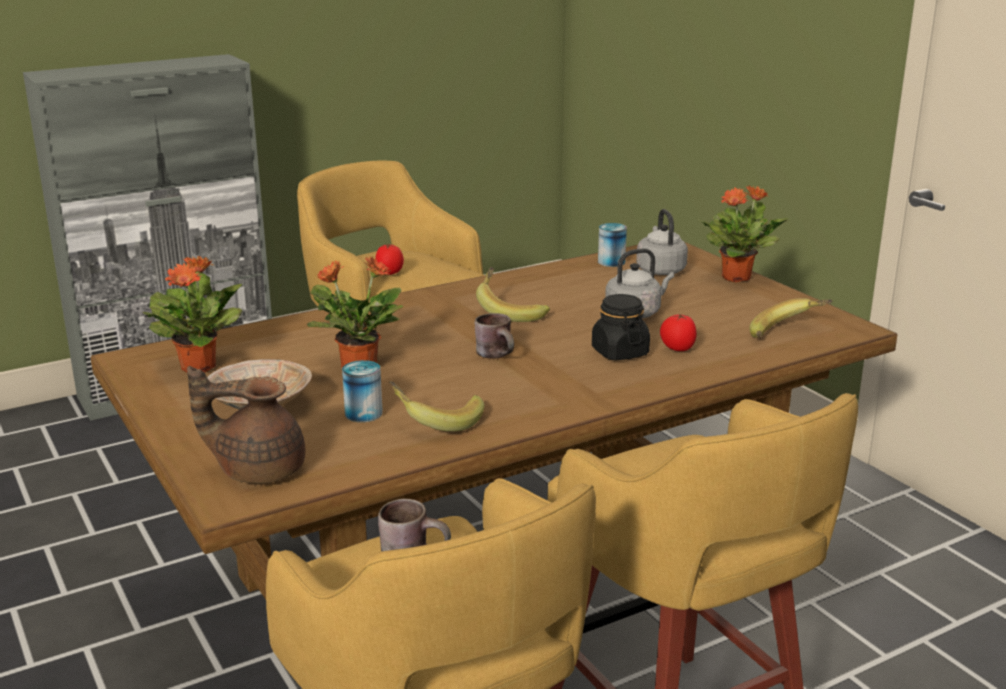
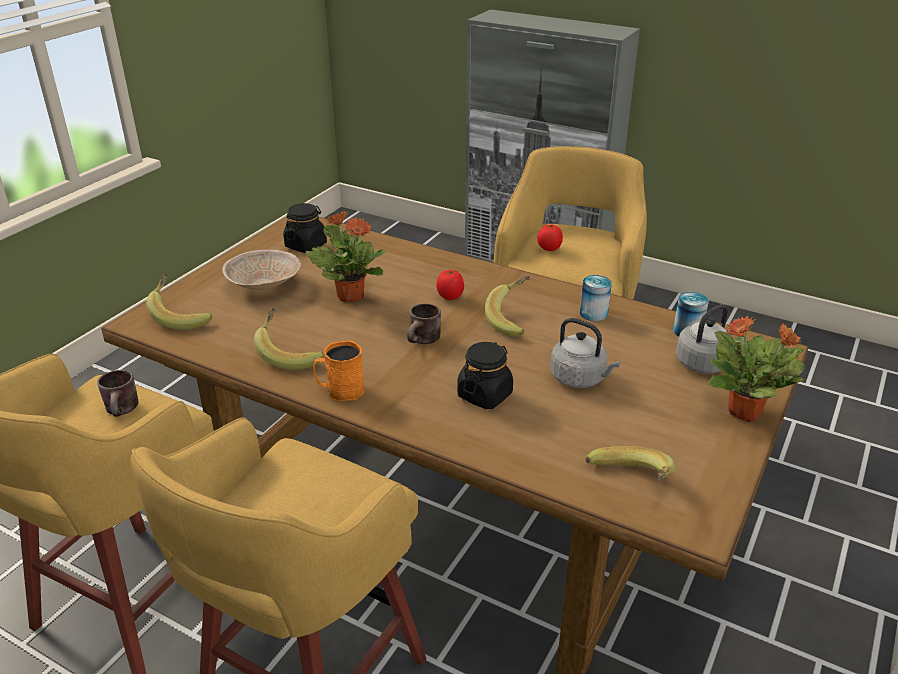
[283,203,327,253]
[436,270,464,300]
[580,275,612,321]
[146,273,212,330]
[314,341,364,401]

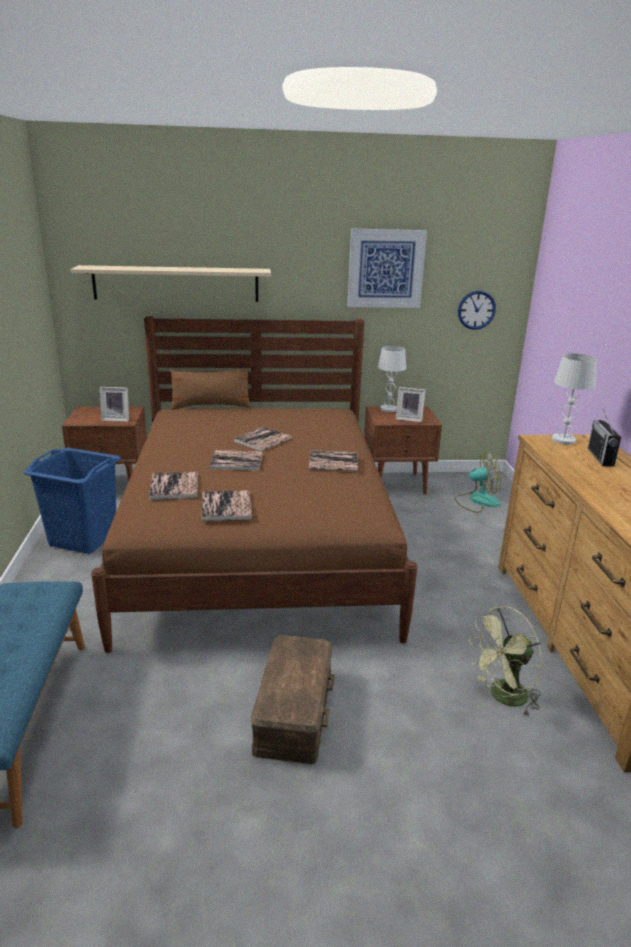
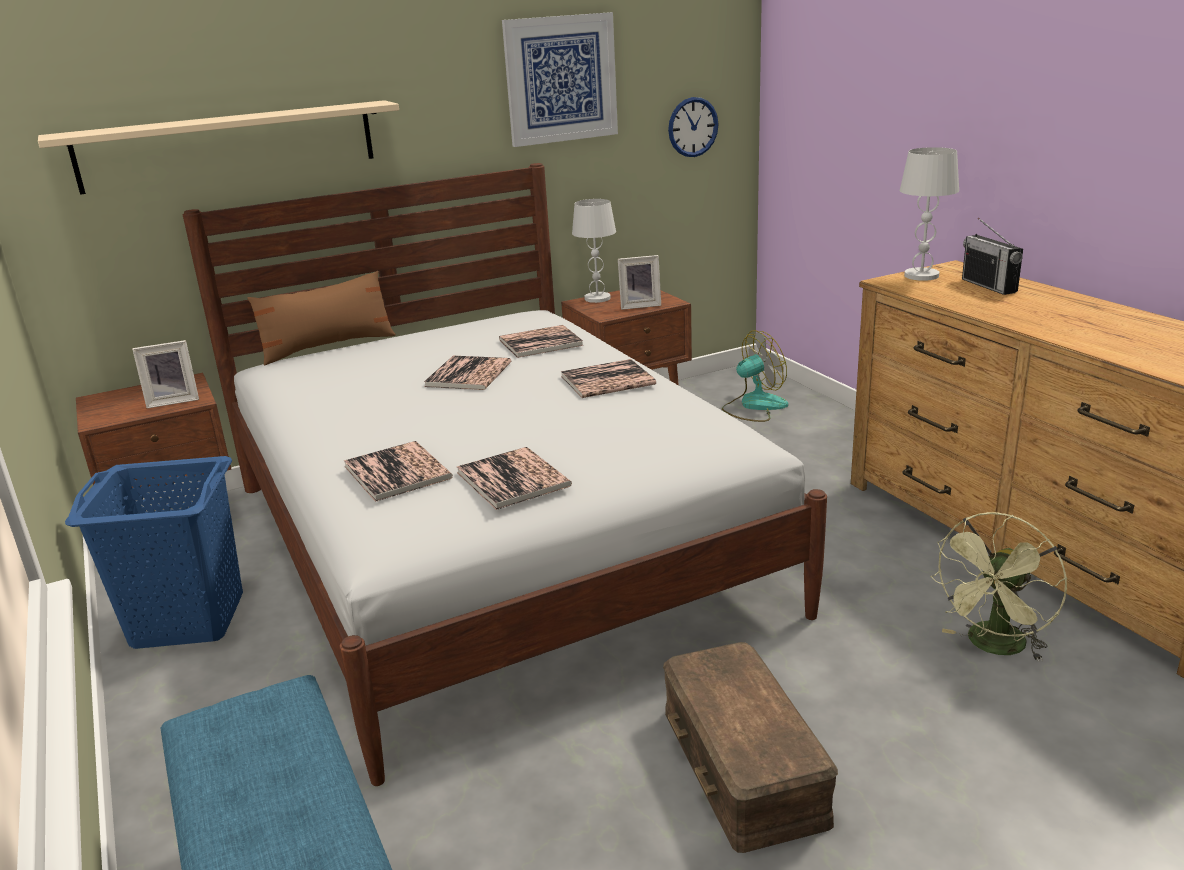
[183,163,827,786]
[499,325,584,358]

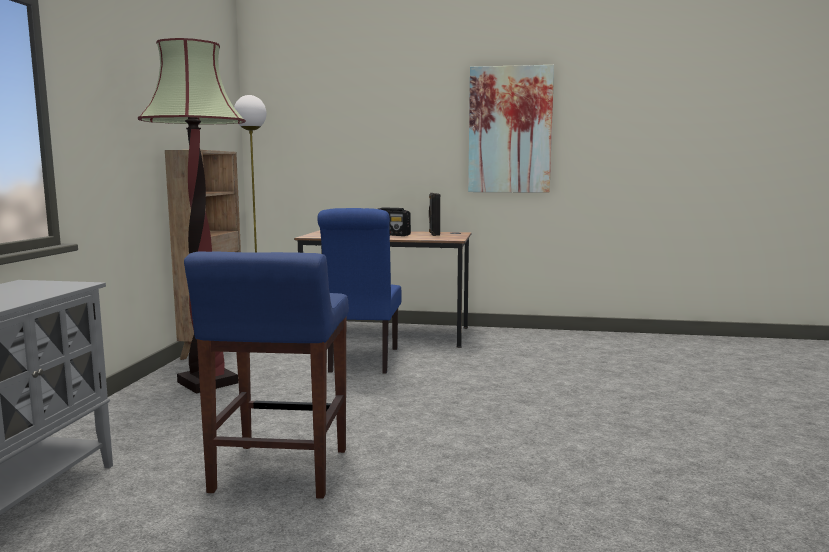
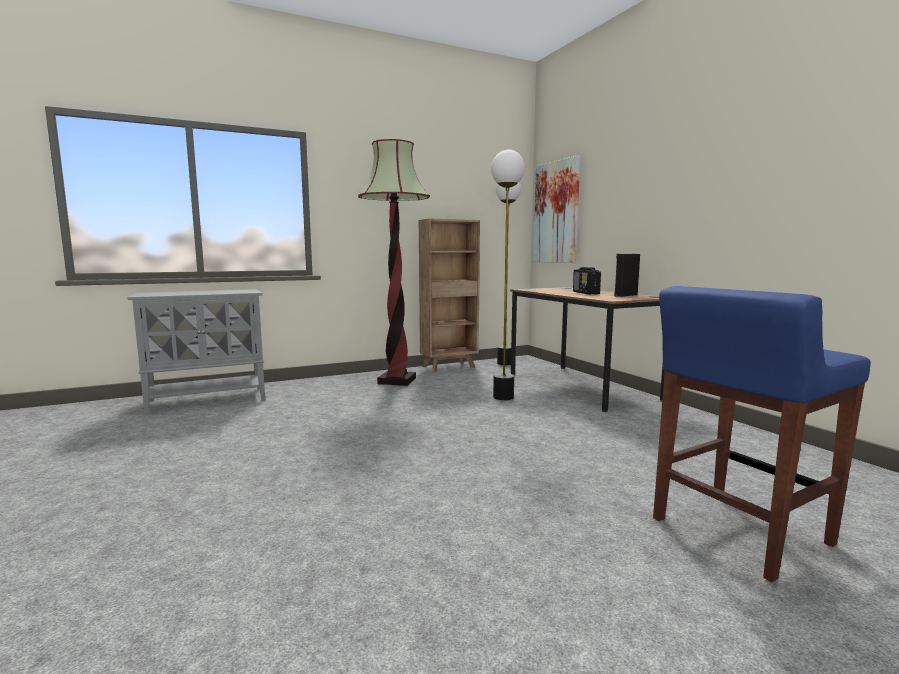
[533,155,580,263]
[491,150,525,400]
[653,286,871,582]

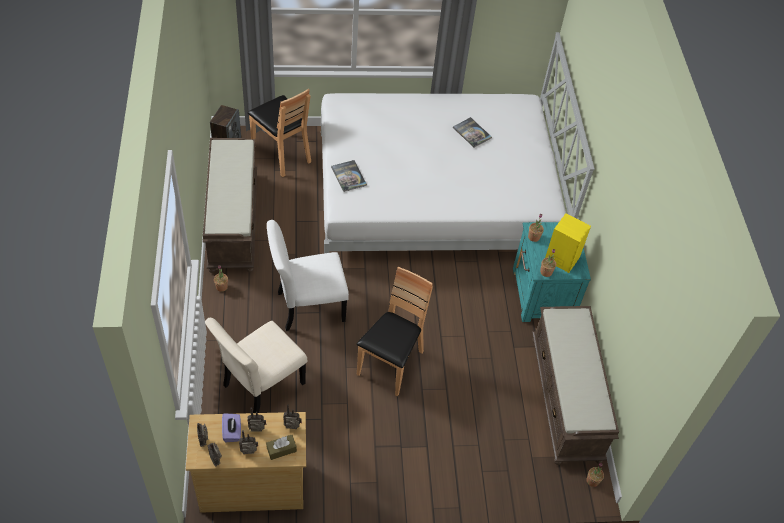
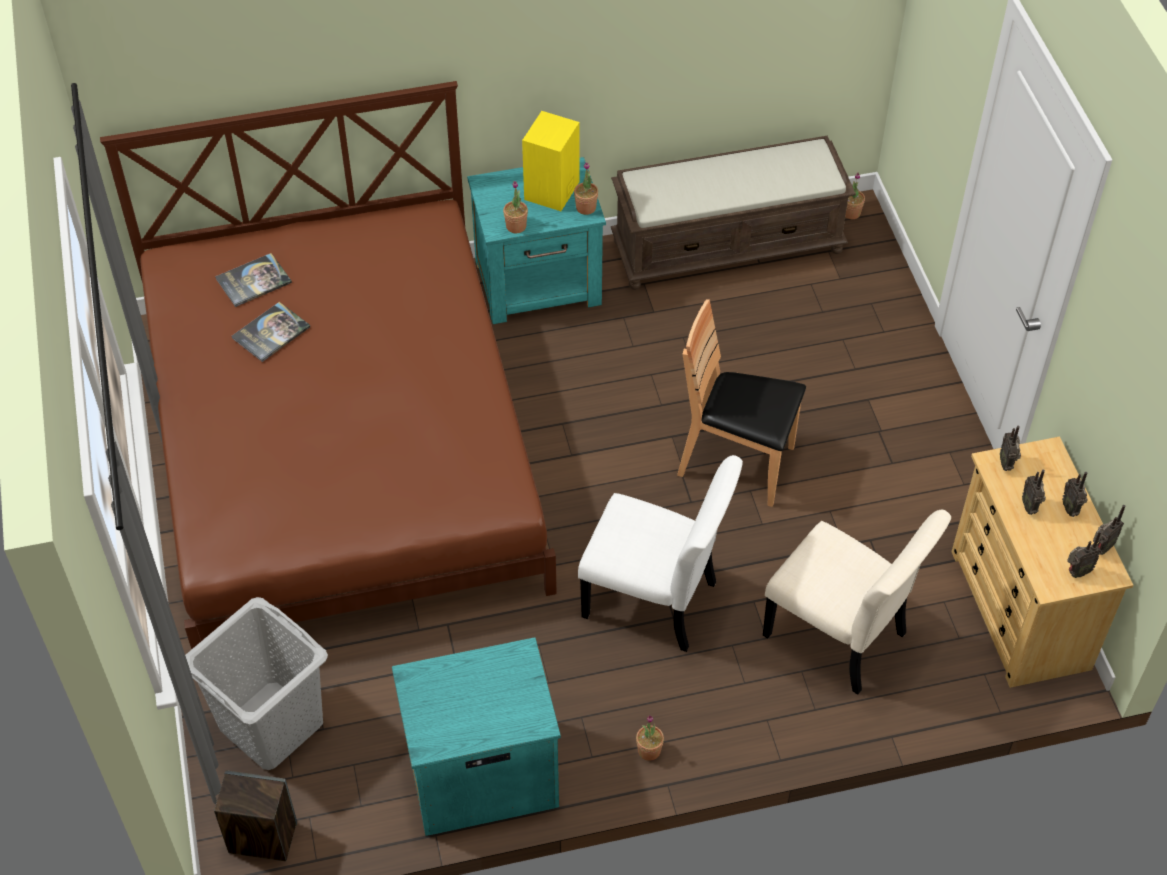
[100,81,557,649]
[185,597,328,770]
[392,637,561,836]
[215,253,292,307]
[578,455,743,652]
[222,413,241,442] (first image)
[266,435,297,460] (first image)

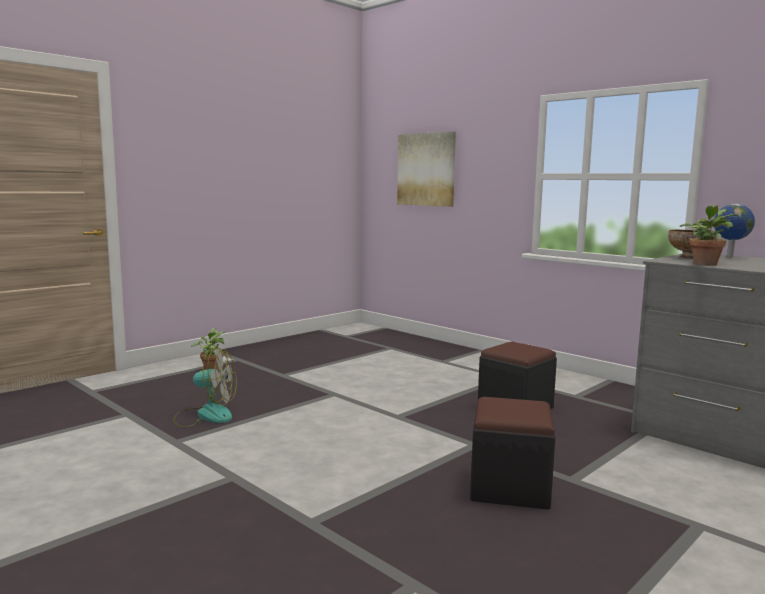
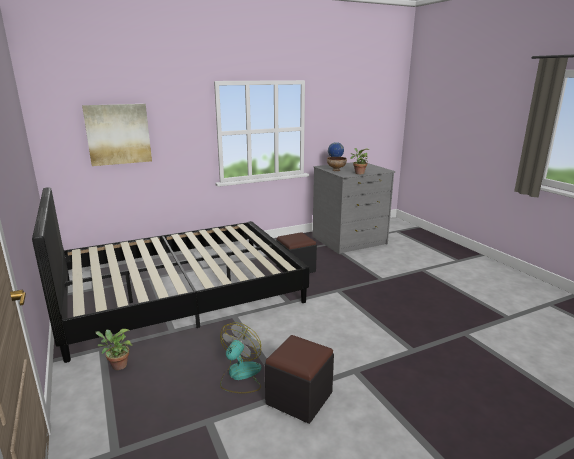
[265,335,334,424]
[32,187,309,363]

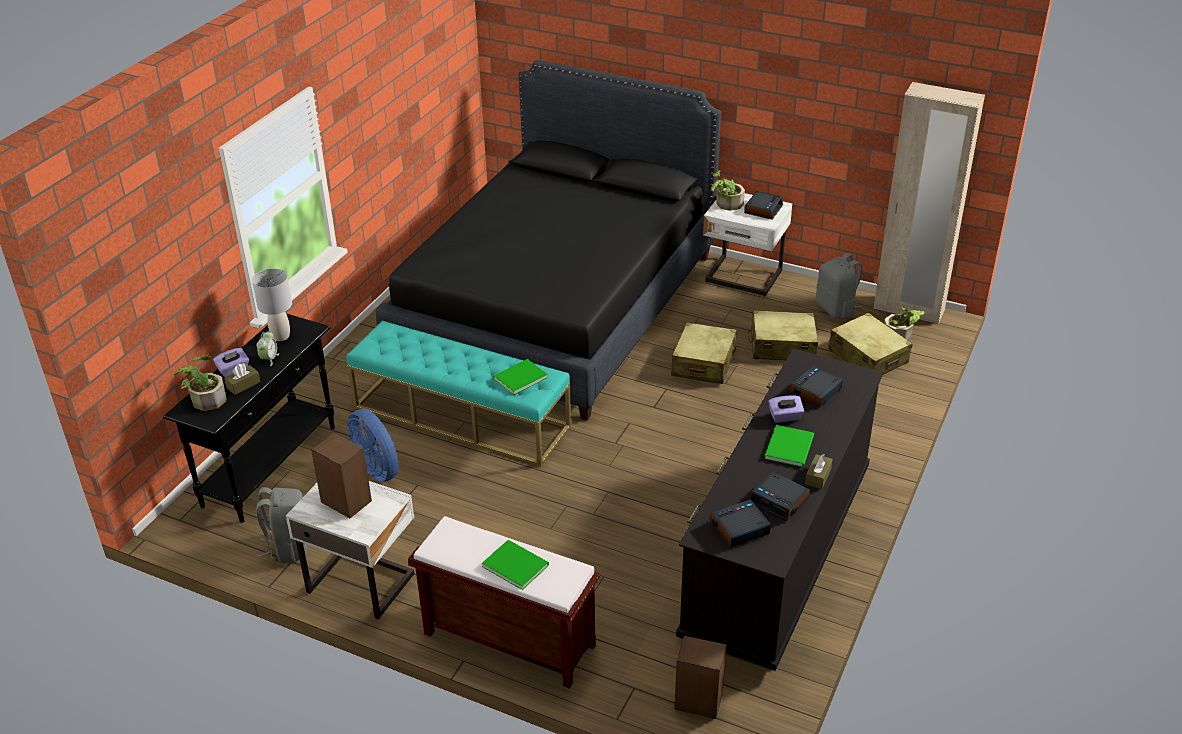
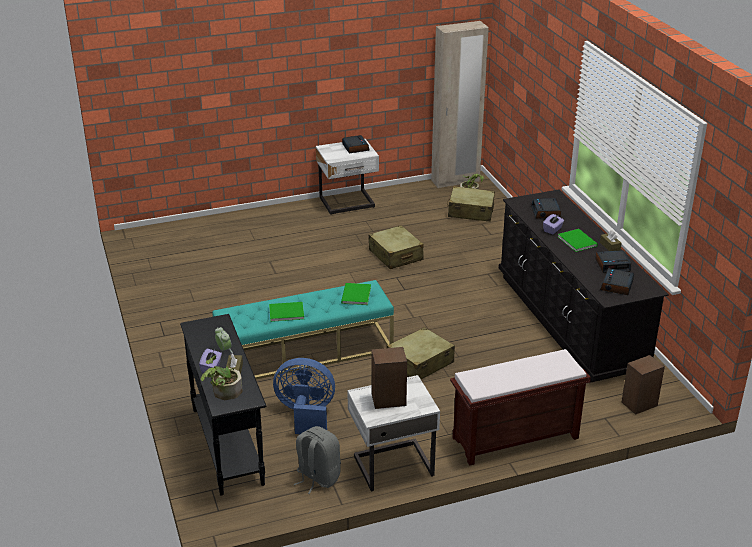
[376,60,721,421] (first image)
[711,170,745,211] (first image)
[816,253,862,319] (first image)
[252,268,292,341] (first image)
[386,327,455,379]
[269,302,304,322]

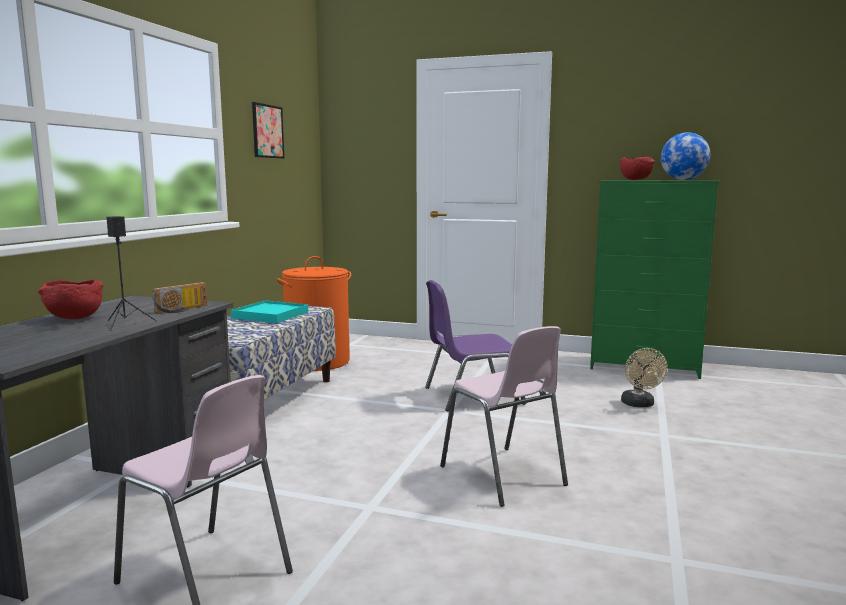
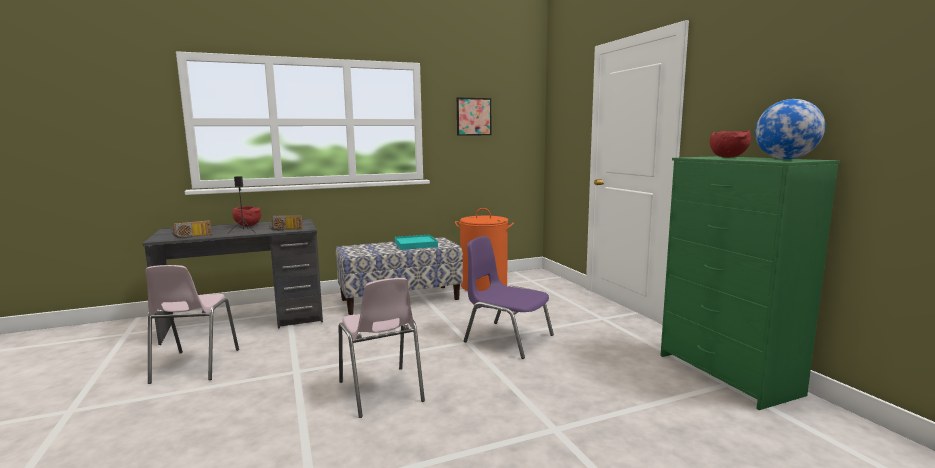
[339,278,425,418]
[621,348,668,407] (first image)
[171,220,212,239]

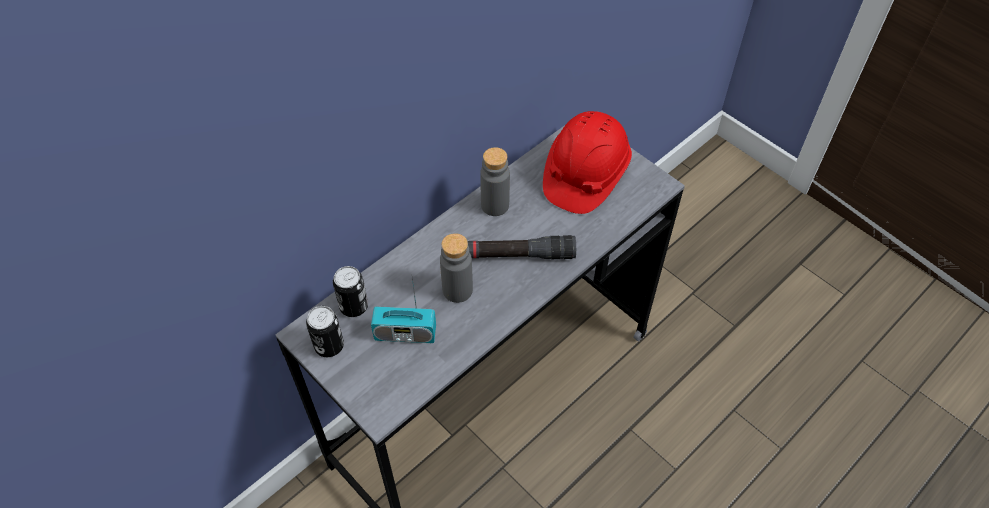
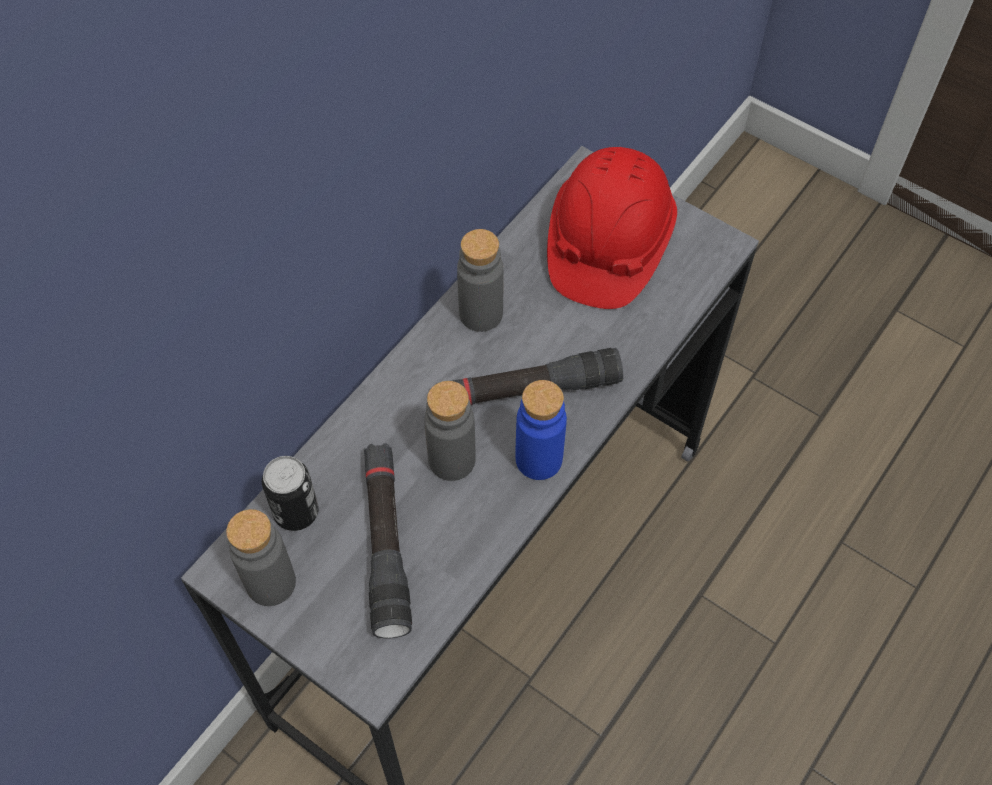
[364,443,412,638]
[226,509,296,606]
[515,380,567,480]

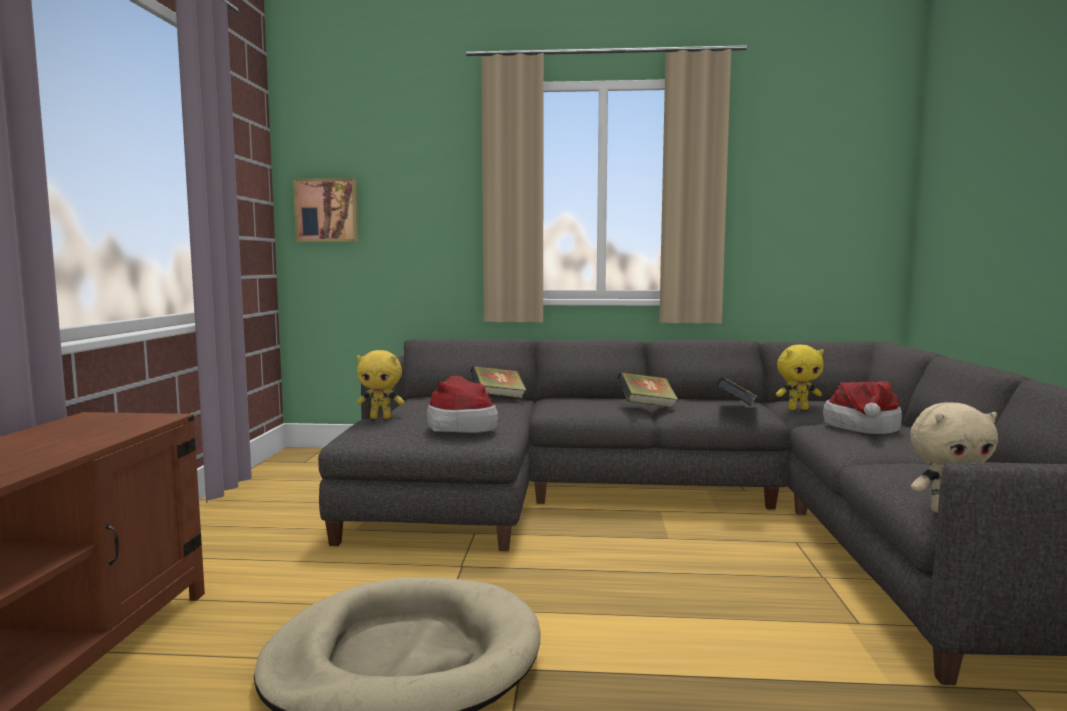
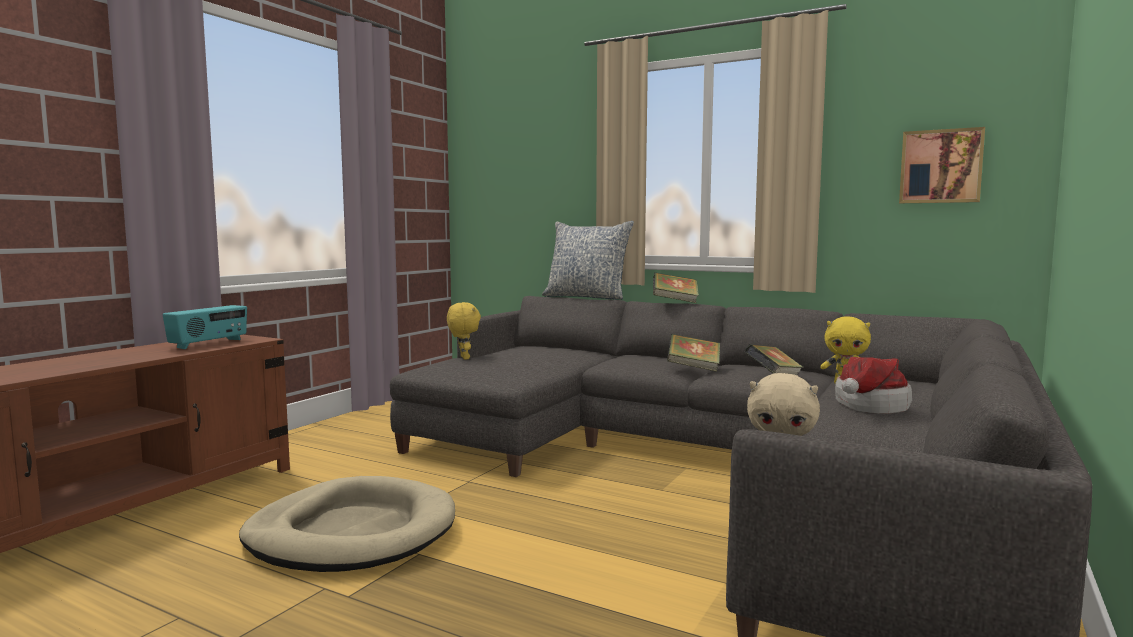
[899,127,985,203]
[447,302,481,360]
[653,272,699,303]
[427,376,499,433] (first image)
[542,221,634,300]
[163,305,247,349]

